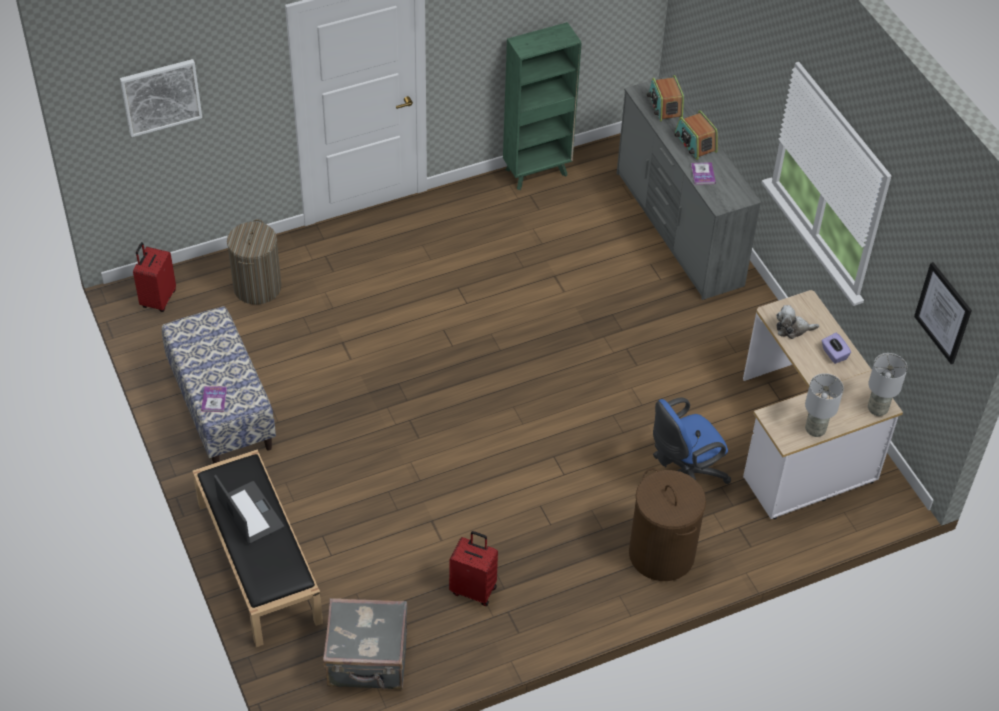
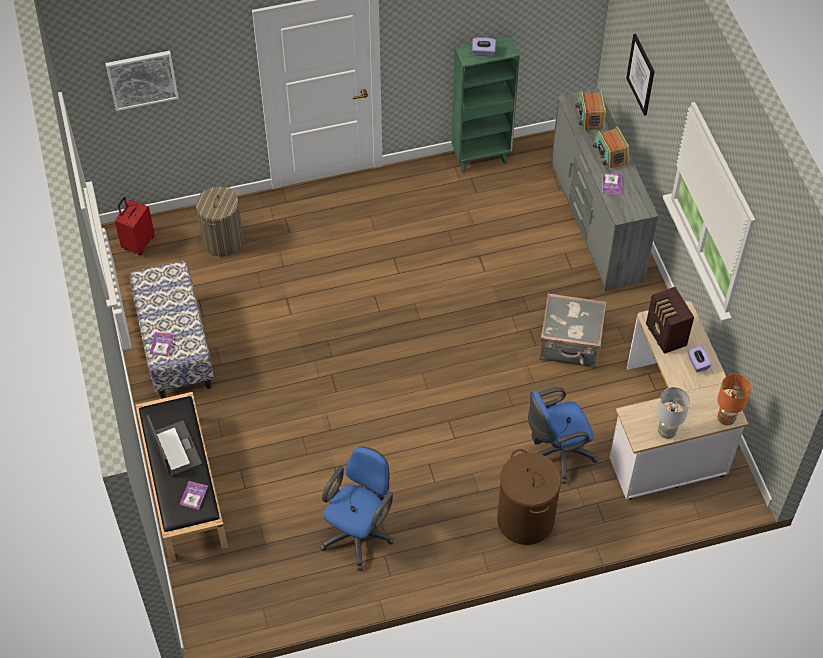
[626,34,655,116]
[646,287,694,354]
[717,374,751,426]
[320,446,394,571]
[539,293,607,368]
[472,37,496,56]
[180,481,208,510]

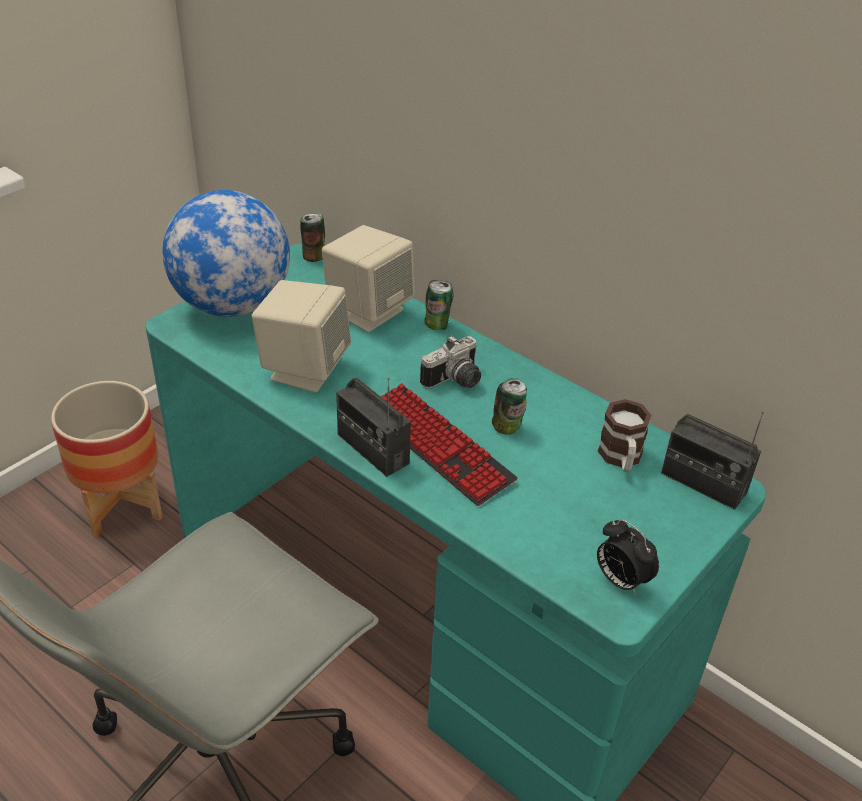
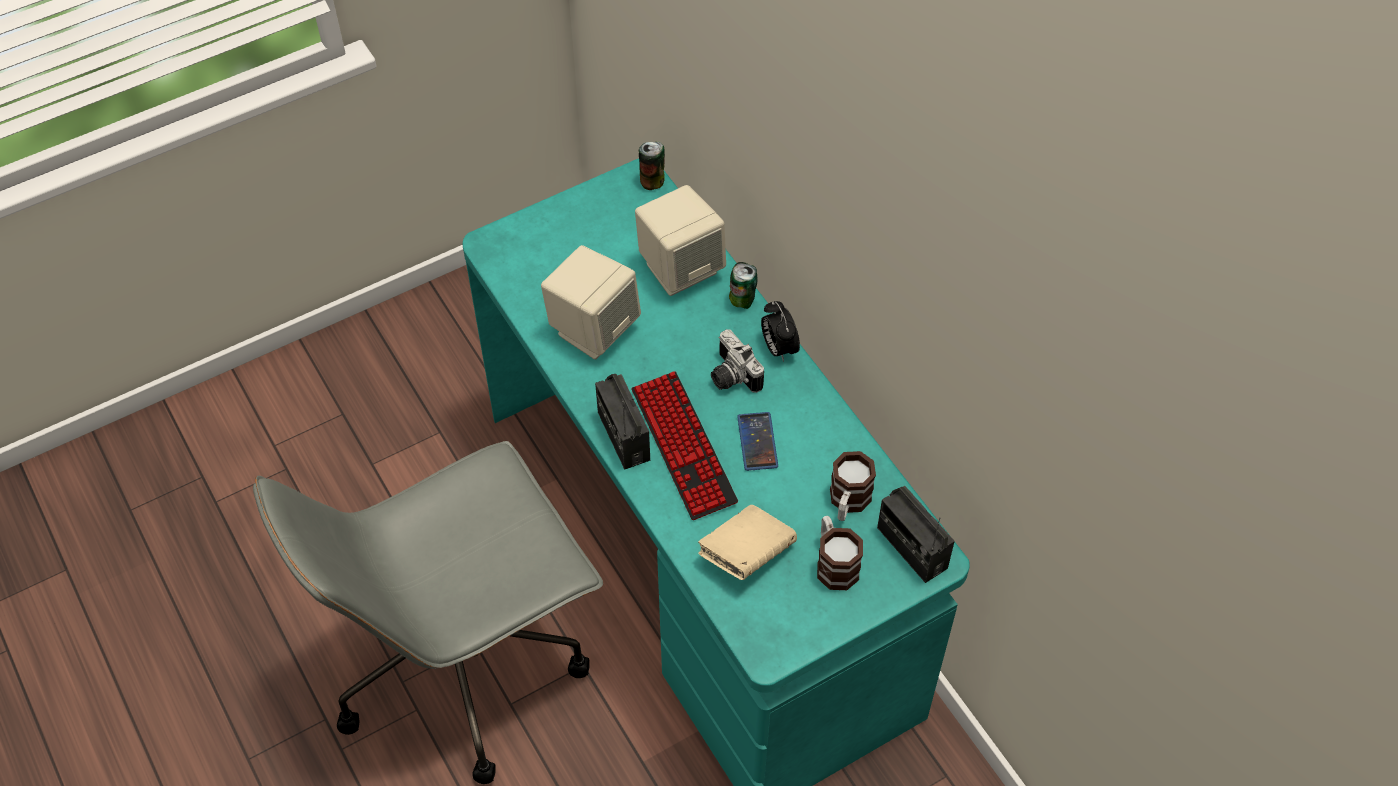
[162,190,290,317] (first image)
[711,329,764,393]
[737,412,778,471]
[51,381,163,538] (first image)
[761,301,800,362]
[698,505,797,580]
[817,516,863,590]

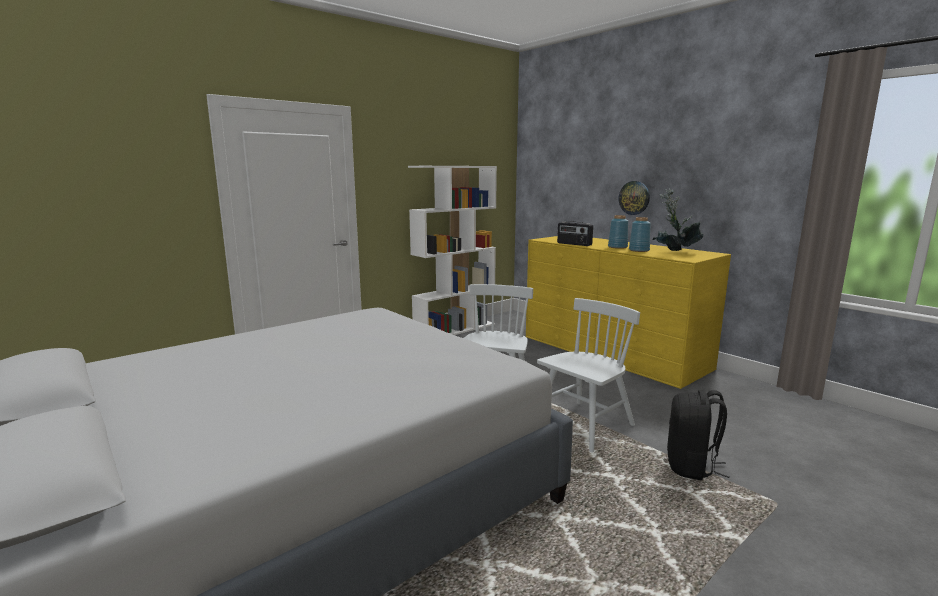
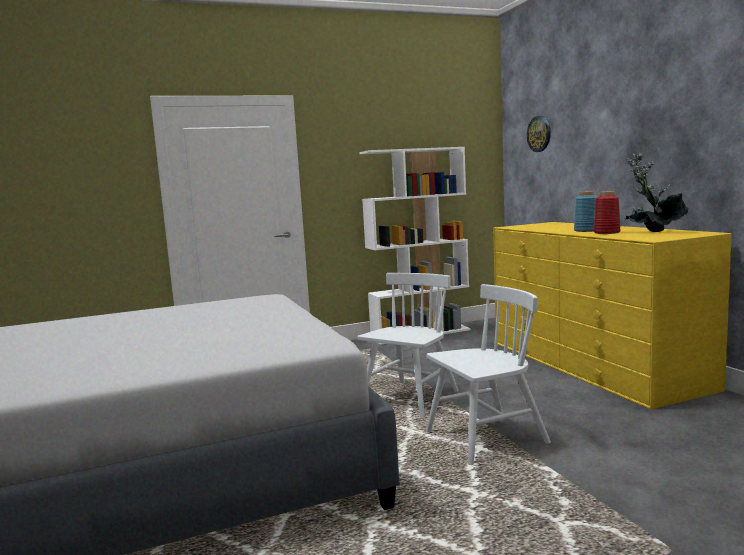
[527,116,551,152]
[593,191,621,234]
[557,221,593,246] (first image)
[667,390,730,480] (first image)

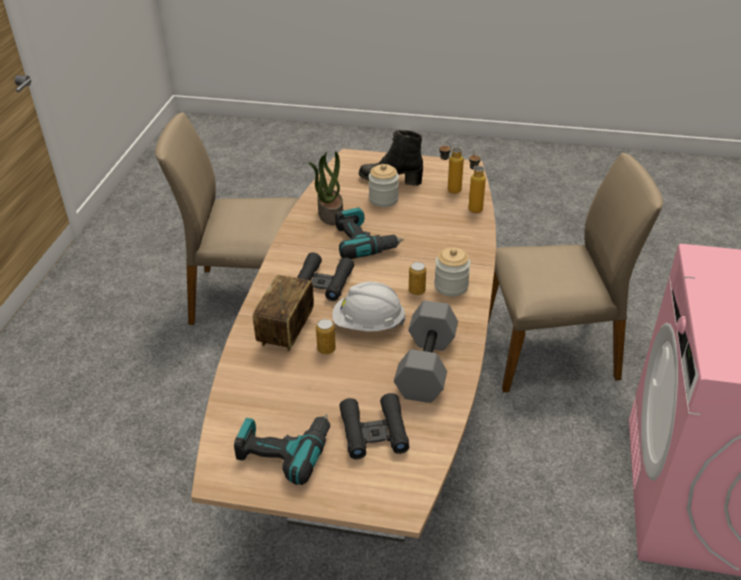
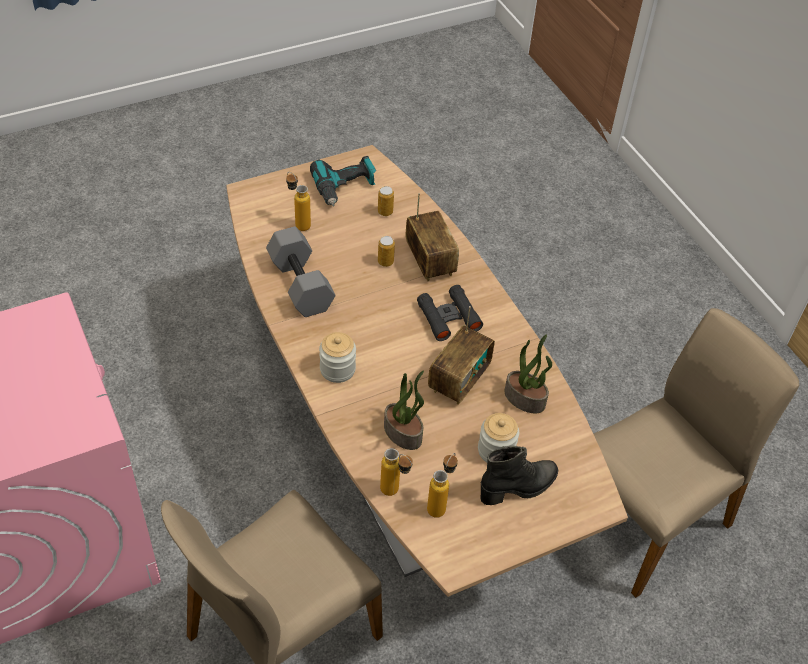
[428,306,495,405]
[378,186,394,216]
[332,281,406,332] (first image)
[286,172,311,231]
[384,370,424,450]

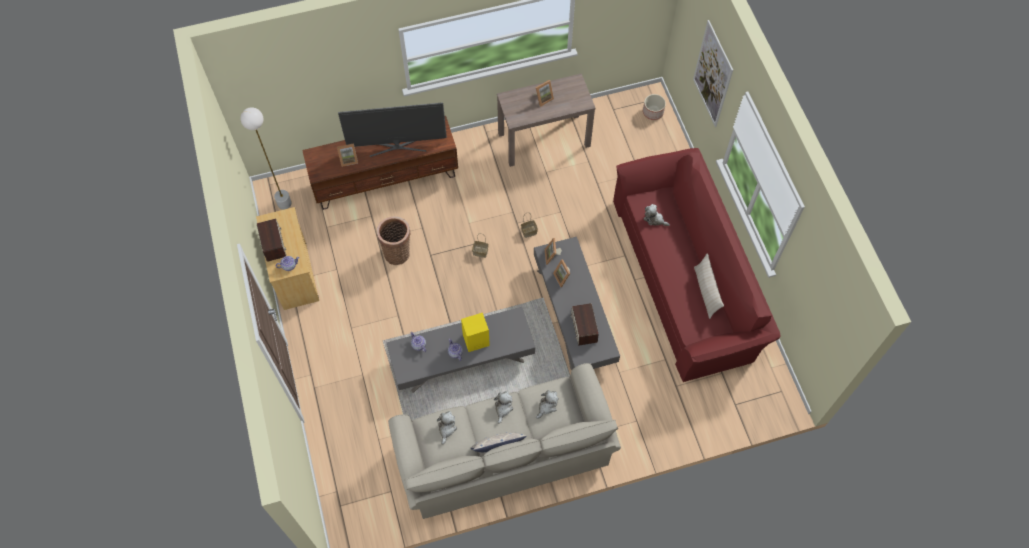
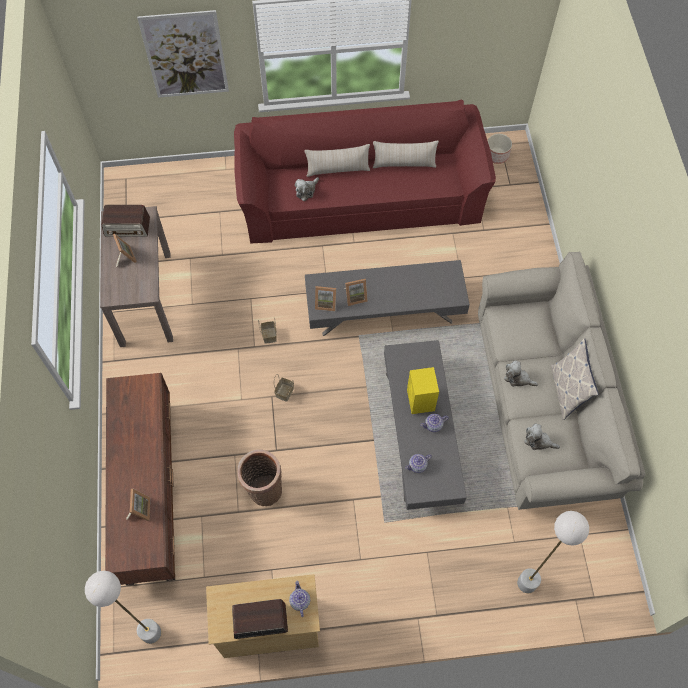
[488,134,512,164]
[338,102,447,157] (first image)
[102,205,150,237]
[536,390,559,419] (first image)
[305,144,370,177]
[517,511,589,593]

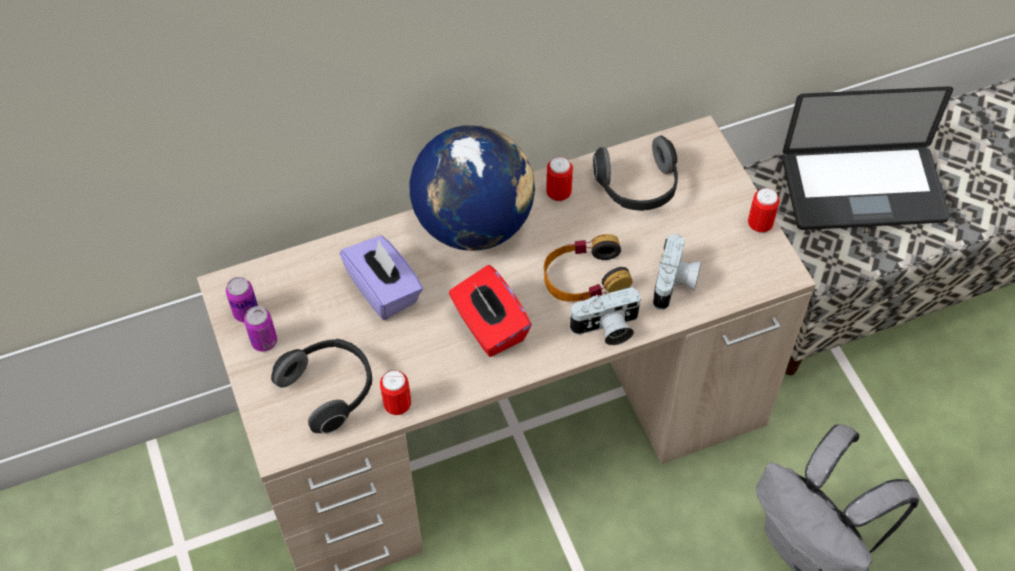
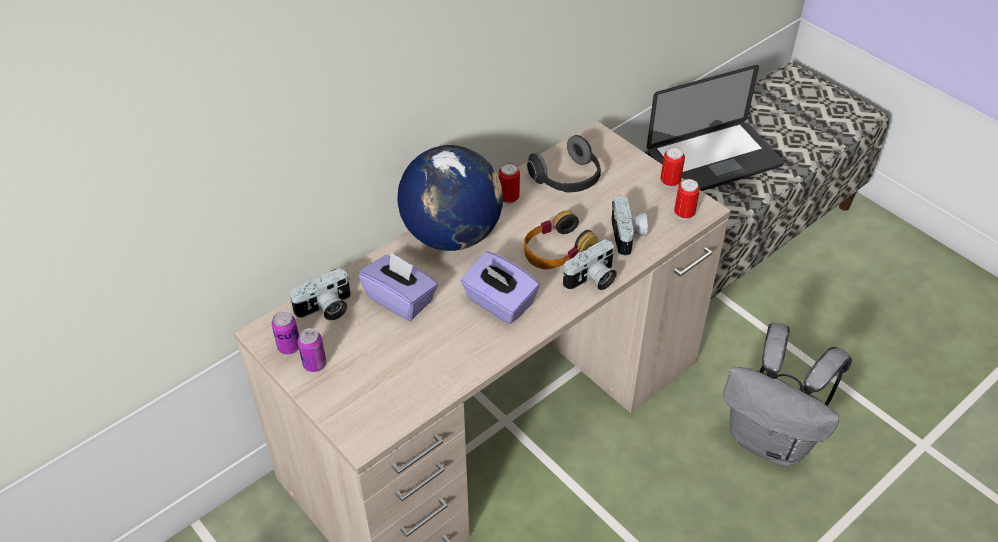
[460,251,540,324]
[271,339,372,434] (first image)
[674,179,700,220]
[289,268,351,320]

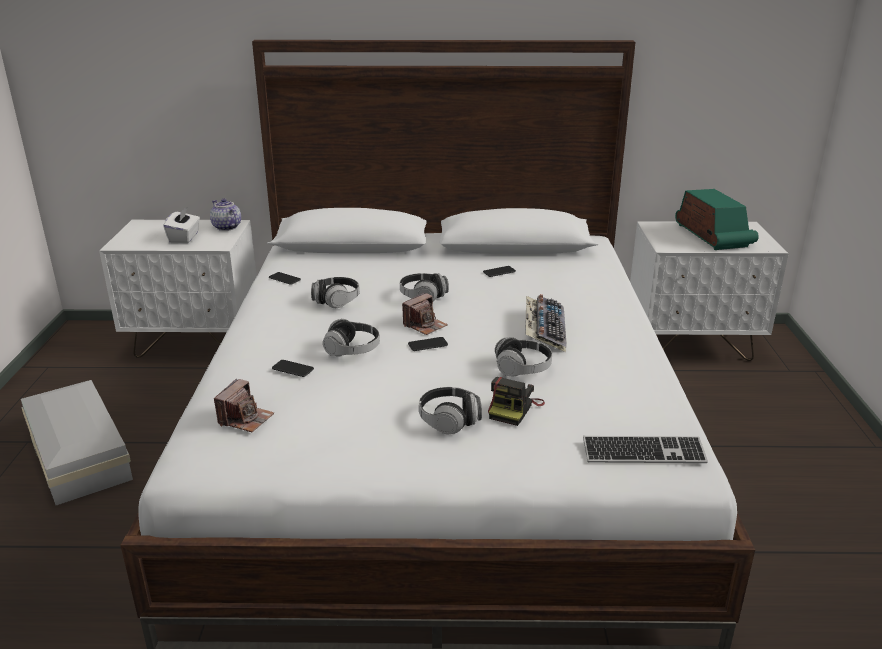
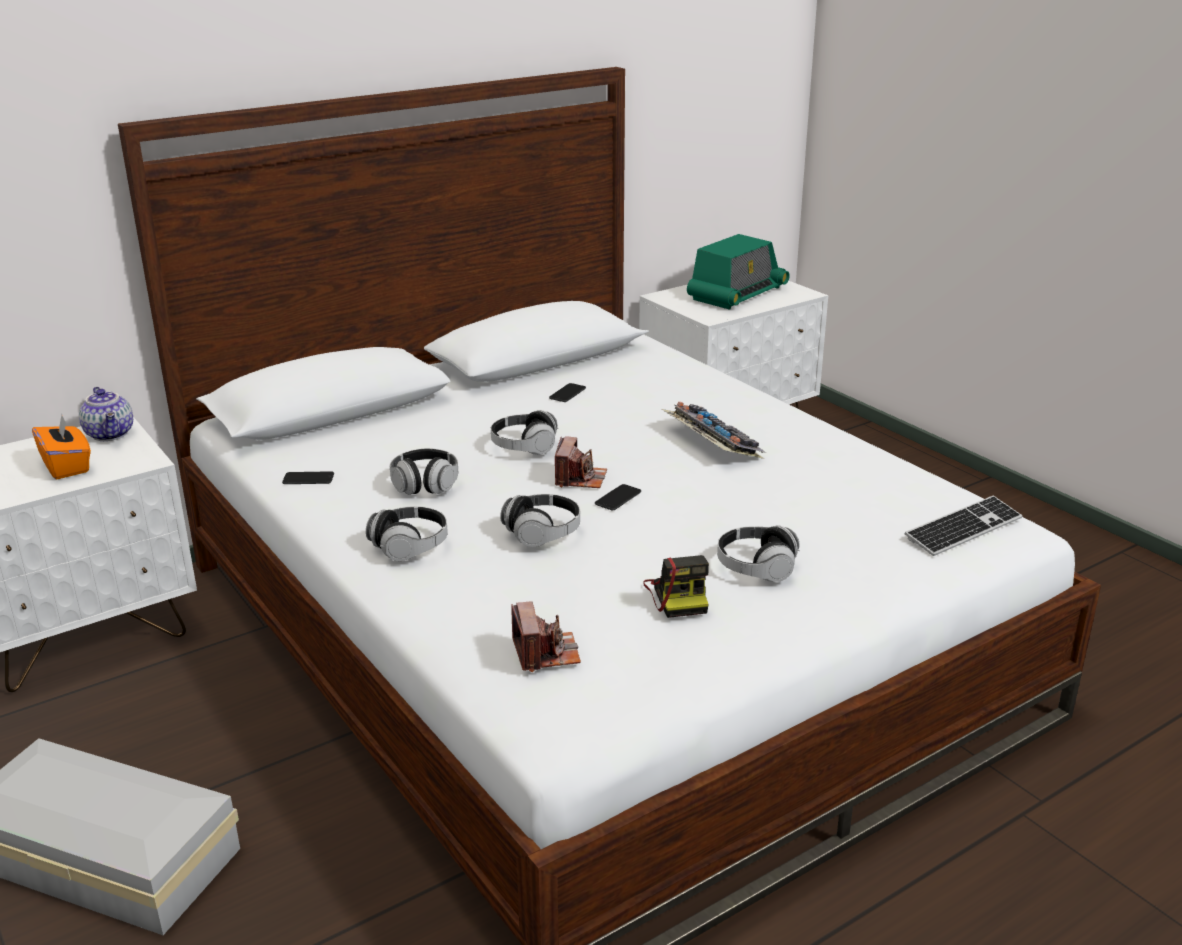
[687,234,790,310]
[79,387,133,441]
[32,415,91,479]
[366,506,448,561]
[272,360,314,377] (first image)
[643,555,709,618]

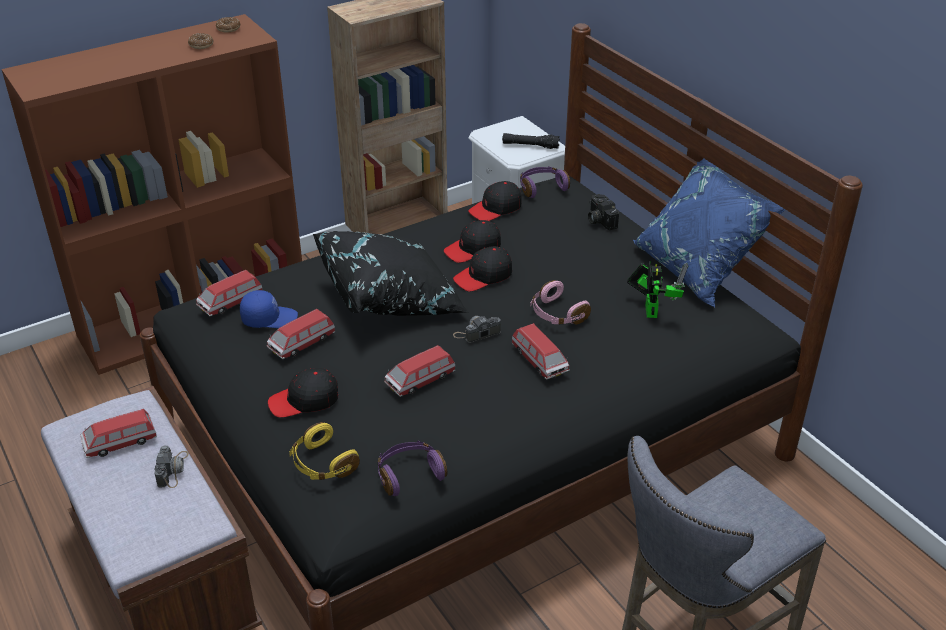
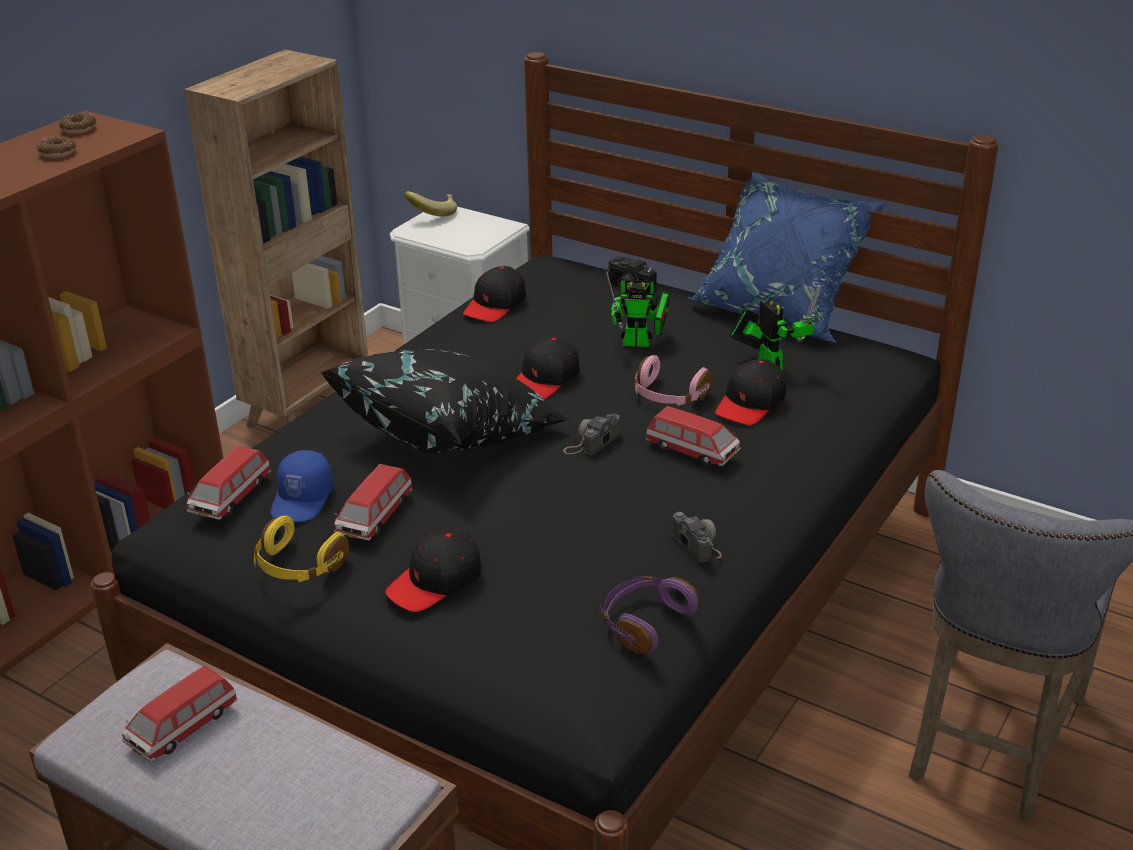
[502,133,560,149] (first image)
[520,166,570,198] (first image)
[715,359,786,425]
[270,450,334,522]
[384,345,455,397] (first image)
[254,516,349,582]
[672,512,722,563]
[405,191,457,217]
[606,271,669,347]

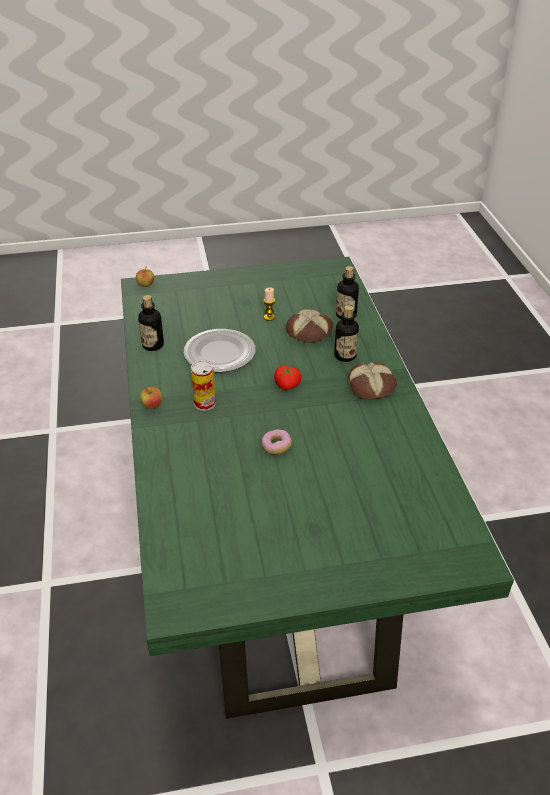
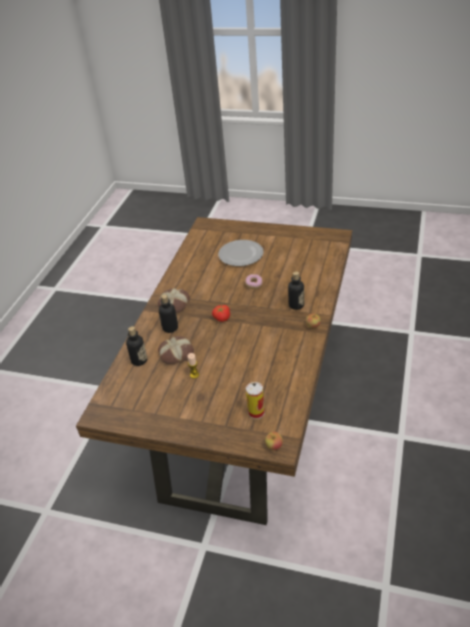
[76,217,352,525]
[288,271,304,310]
[218,240,264,266]
[246,382,265,419]

